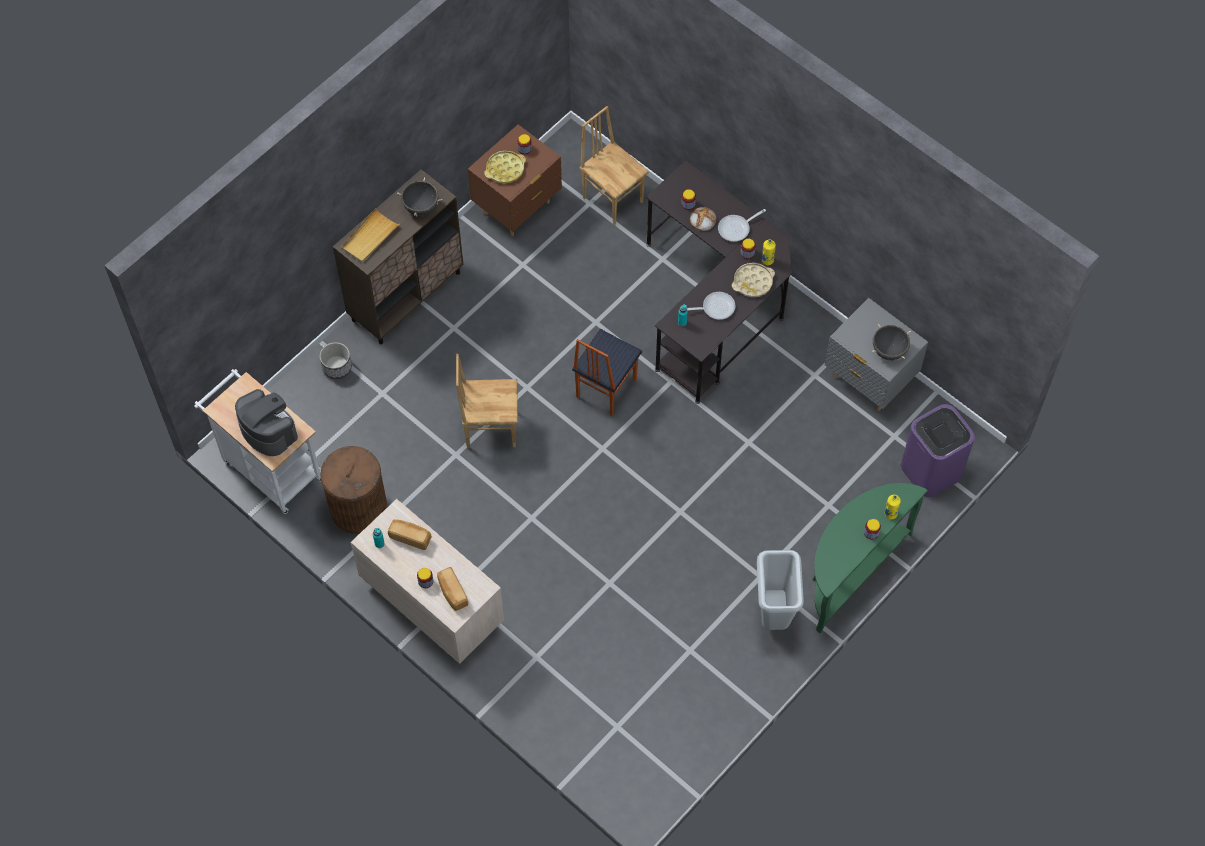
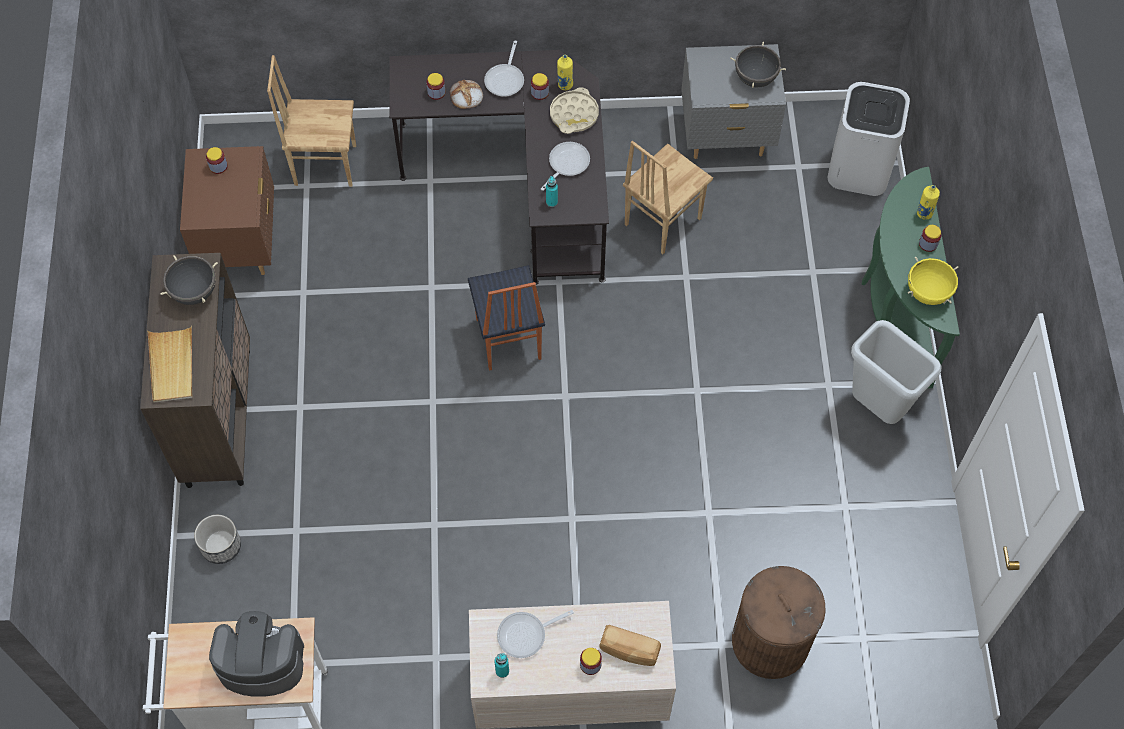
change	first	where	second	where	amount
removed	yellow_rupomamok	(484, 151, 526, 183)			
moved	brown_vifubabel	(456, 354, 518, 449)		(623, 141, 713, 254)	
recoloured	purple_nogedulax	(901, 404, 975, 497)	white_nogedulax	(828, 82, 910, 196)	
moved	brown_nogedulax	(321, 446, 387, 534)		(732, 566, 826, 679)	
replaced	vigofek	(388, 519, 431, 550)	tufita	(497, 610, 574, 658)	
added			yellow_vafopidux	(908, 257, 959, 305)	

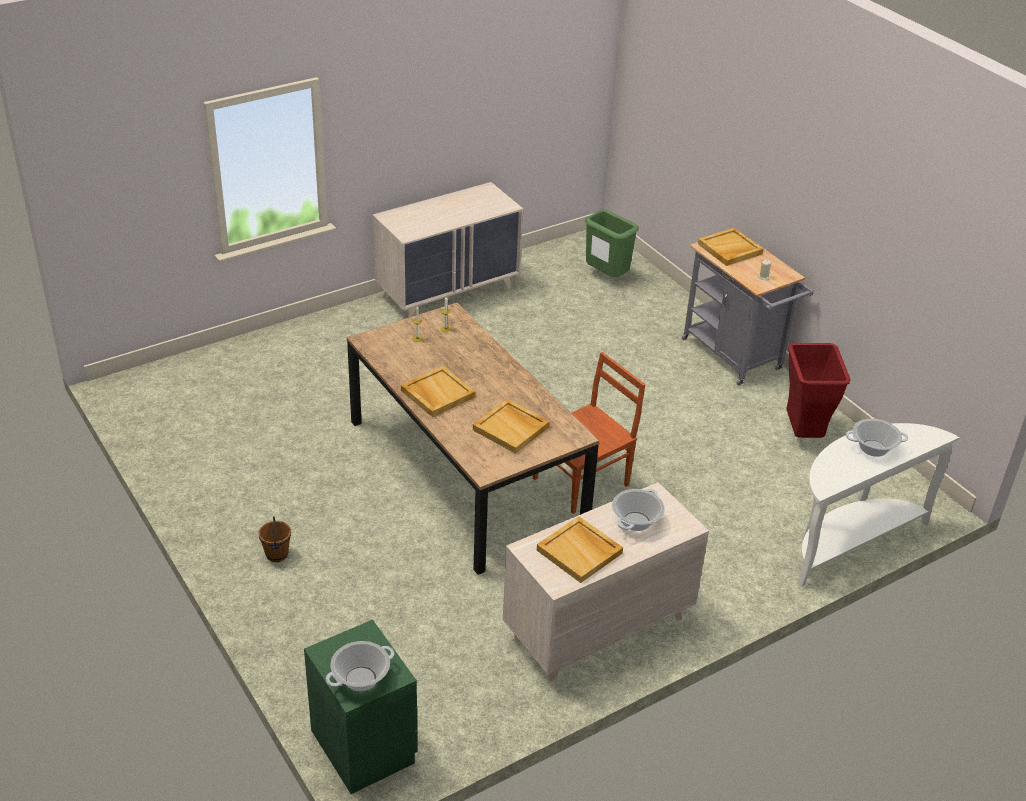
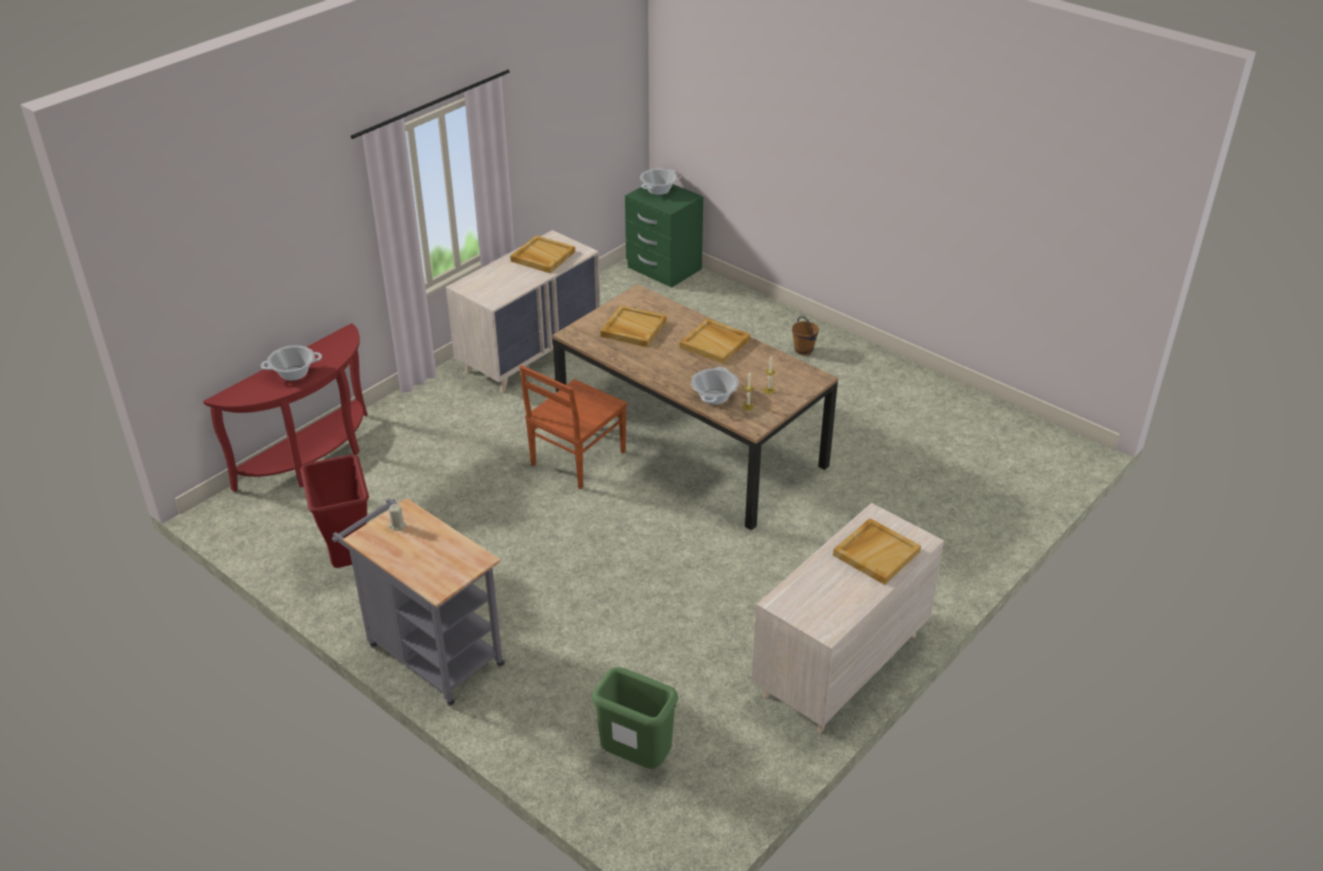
change	first	where	second	where	amount
moved	beige_rupomamok	(698, 228, 764, 266)		(833, 518, 921, 585)	
recoloured	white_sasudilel	(797, 423, 959, 587)	red_sasudilel	(203, 323, 368, 492)	
moved	vafopidux	(612, 489, 665, 531)		(691, 367, 739, 405)	

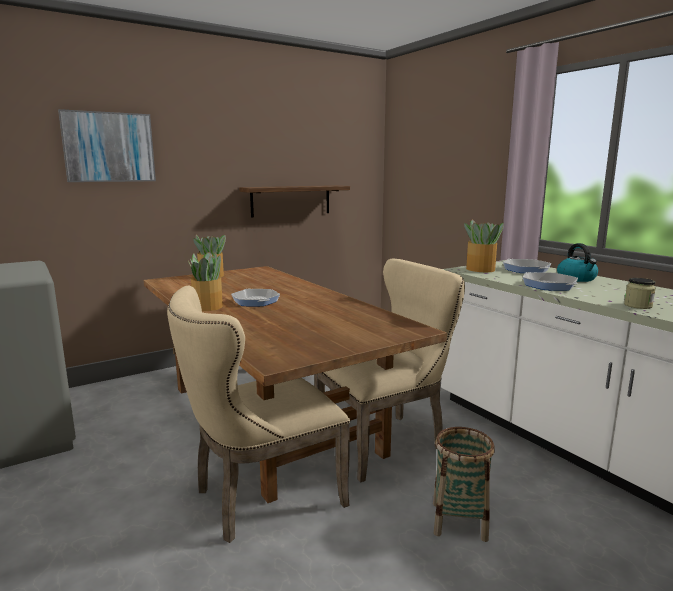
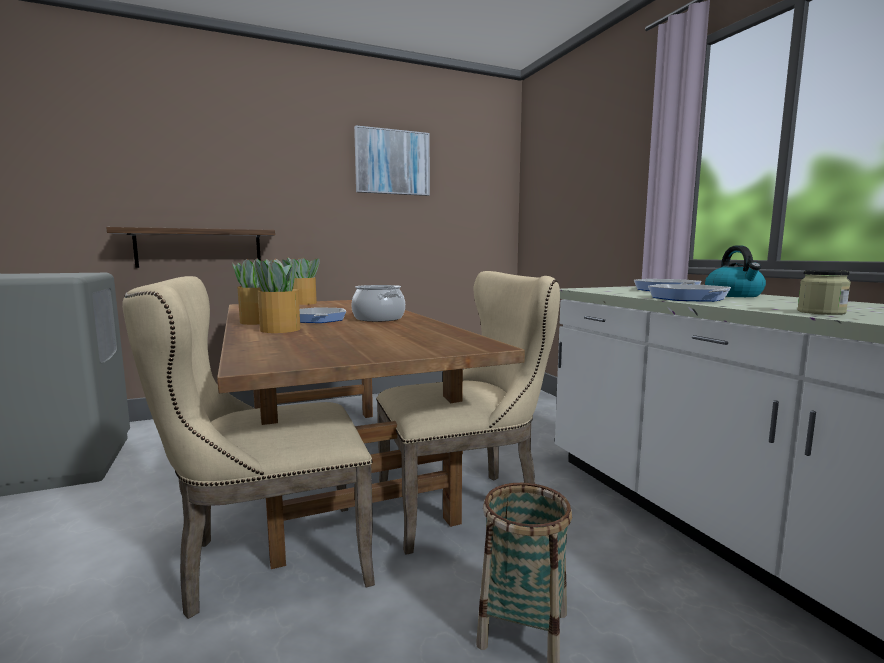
change	first	where	second	where	amount
moved	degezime	(58, 109, 156, 182)		(354, 125, 430, 196)	
moved	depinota	(239, 185, 350, 218)		(106, 227, 275, 268)	
moved	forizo	(464, 220, 504, 272)		(255, 259, 300, 333)	
added			vafopidux	(352, 285, 405, 322)	

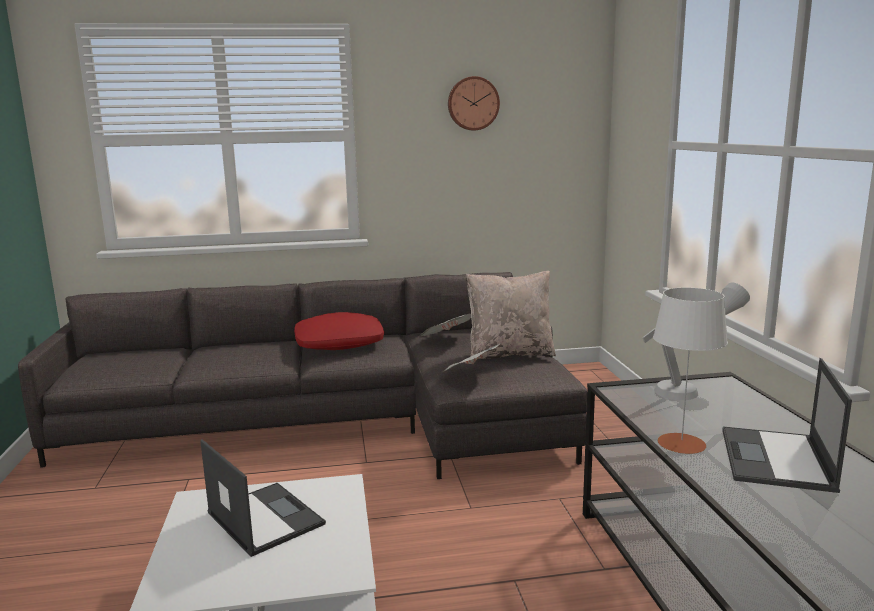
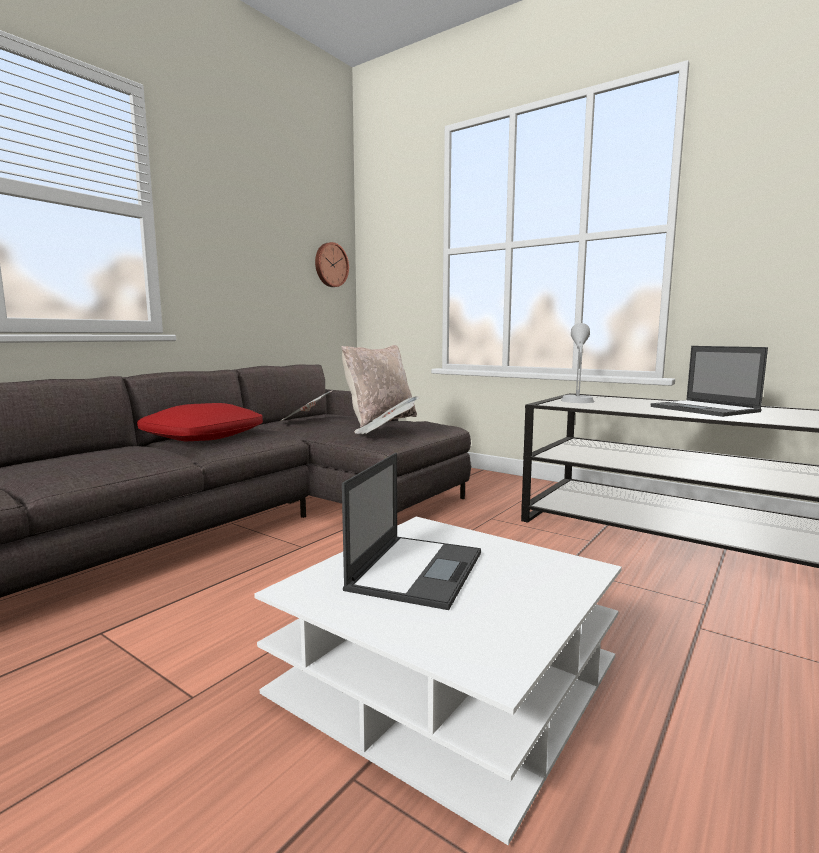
change	first	where	second	where	amount
moved	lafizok	(448, 76, 500, 130)		(315, 242, 349, 287)	
removed	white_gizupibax	(653, 288, 728, 454)			
turned	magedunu	(200, 439, 326, 557)		(342, 453, 481, 610)	105 degrees clockwise

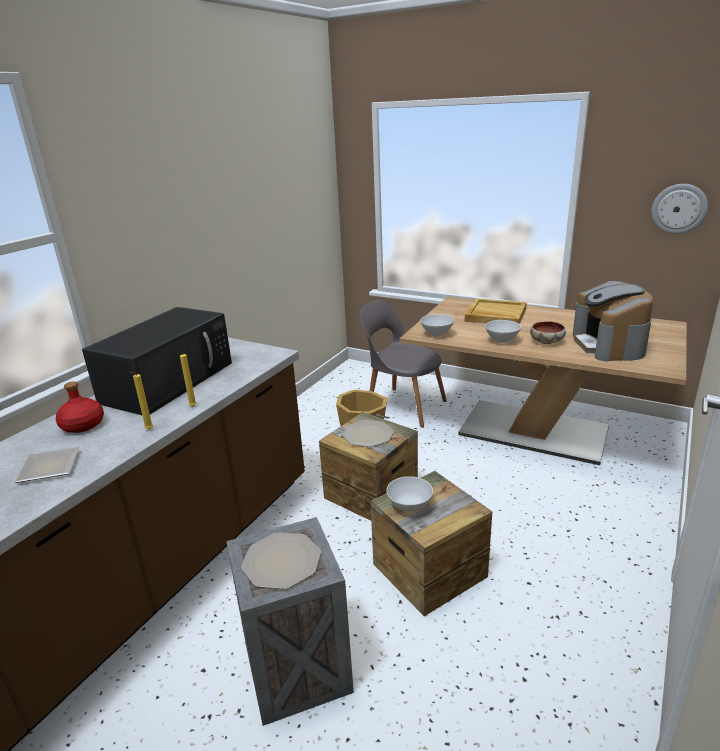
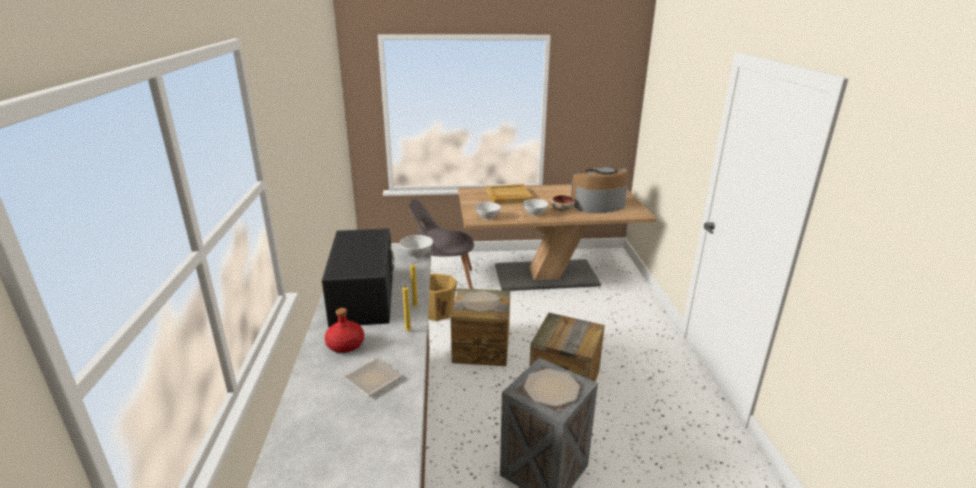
change	first	where	second	where	amount
removed	lafizok	(652, 184, 708, 234)			
turned	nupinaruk	(573, 281, 653, 362)		(571, 167, 628, 213)	105 degrees clockwise
moved	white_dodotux	(387, 476, 433, 512)		(400, 235, 433, 258)	

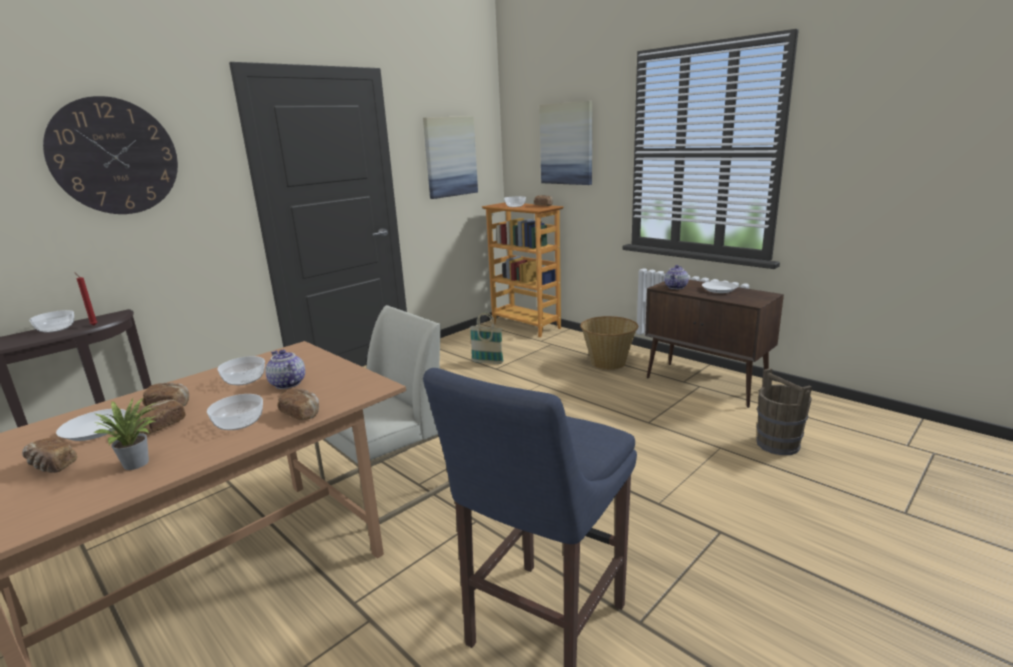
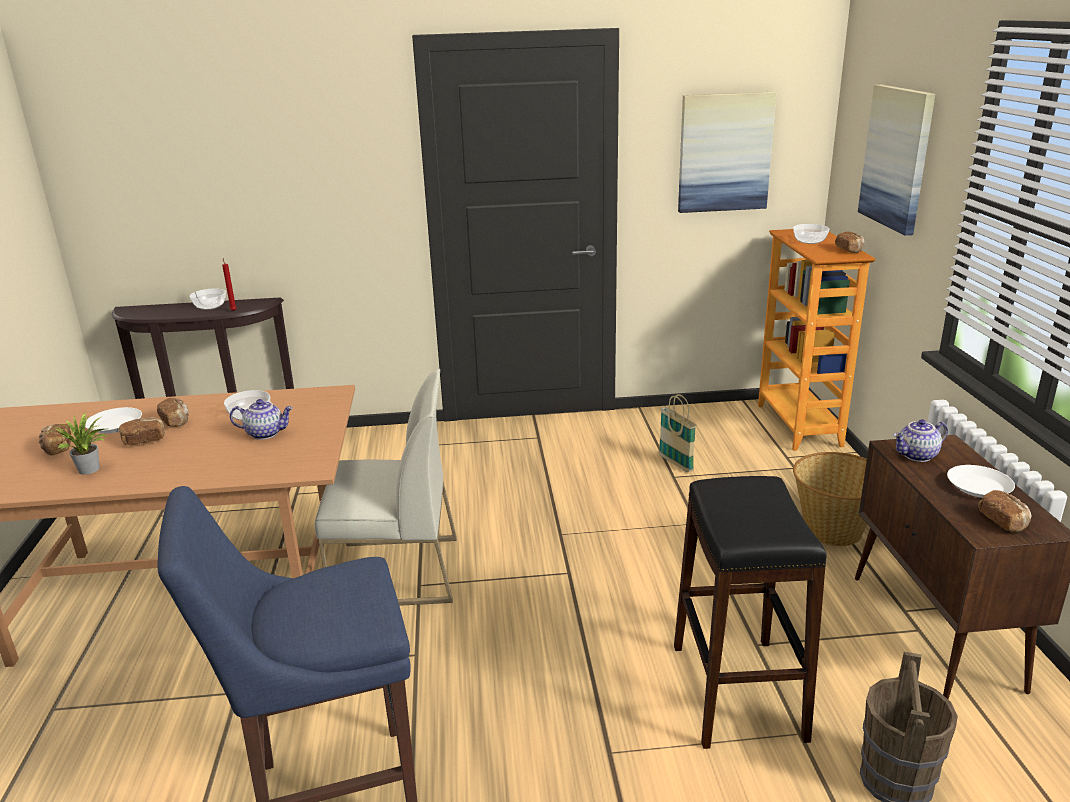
change	first	where	second	where	amount
removed	lafizok	(43, 96, 178, 214)			
turned	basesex	(265, 350, 305, 389)		(230, 399, 293, 440)	90 degrees clockwise
moved	vigofek	(277, 389, 319, 420)		(978, 490, 1032, 532)	
removed	dodotux	(207, 394, 263, 430)			
added			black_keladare	(674, 476, 827, 749)	

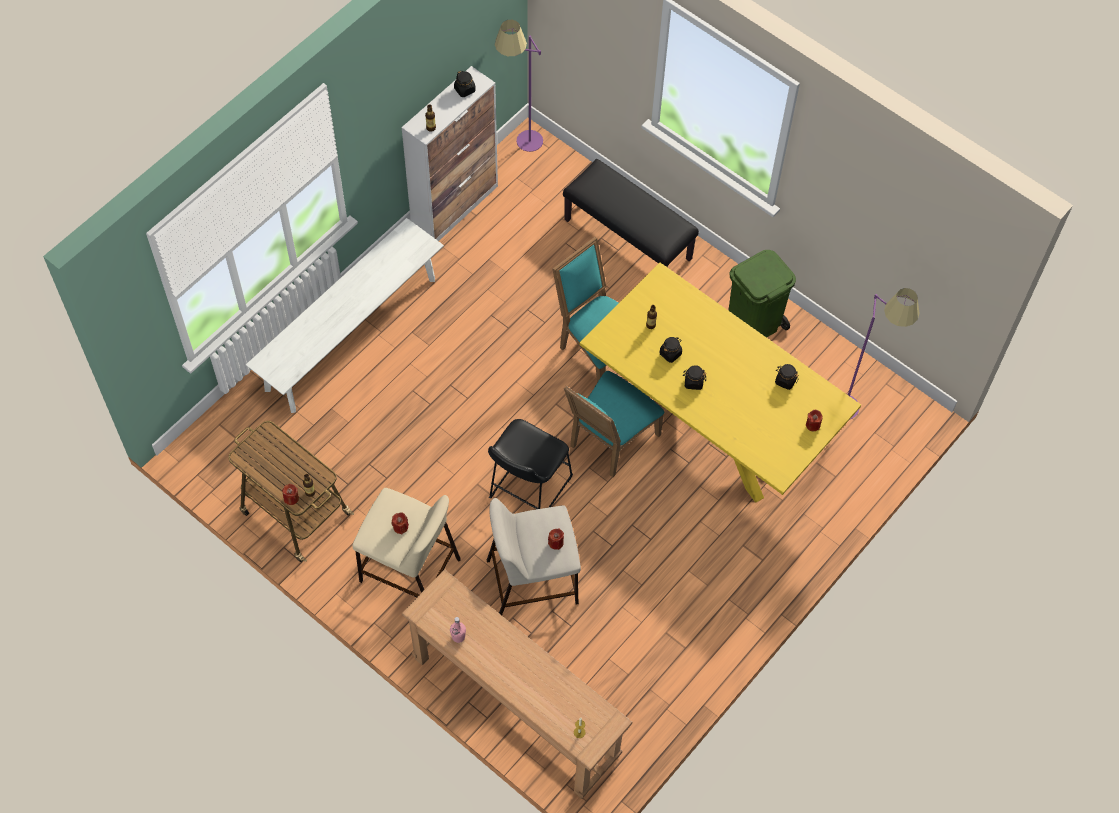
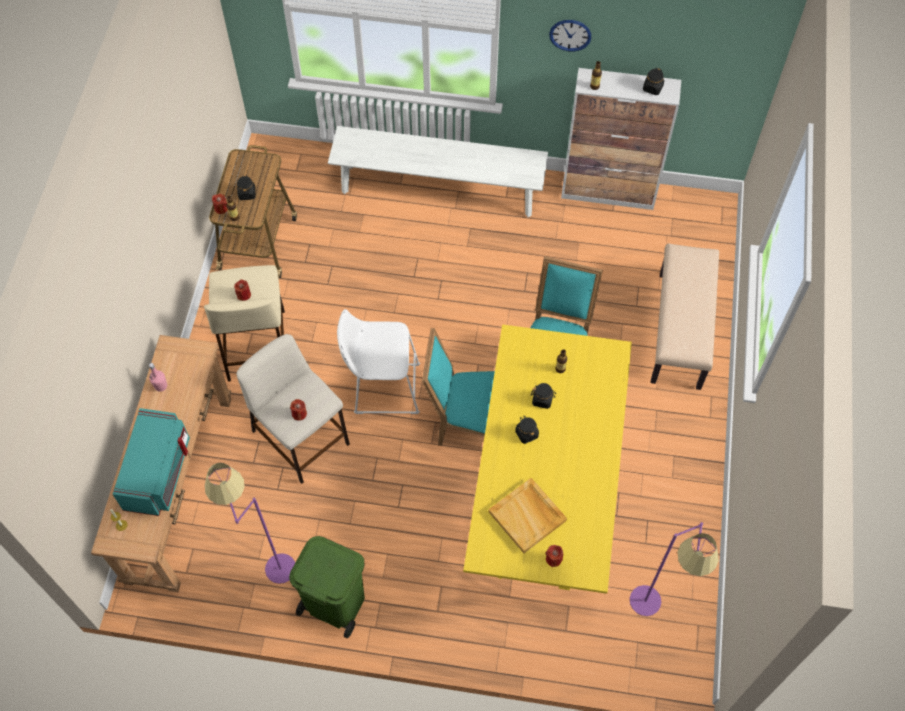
change	first	where	second	where	amount
moved	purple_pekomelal	(495, 20, 543, 152)		(205, 463, 295, 584)	
recoloured	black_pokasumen	(563, 159, 699, 267)	beige_pokasumen	(651, 244, 719, 390)	
moved	green_nogedulax	(728, 250, 796, 338)		(289, 536, 365, 638)	
moved	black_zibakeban	(775, 364, 799, 390)		(237, 175, 256, 200)	
recoloured	black_keladare	(488, 419, 573, 509)	white_keladare	(337, 309, 420, 414)	
added			lafizok	(549, 20, 591, 51)	
added			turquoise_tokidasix	(113, 408, 190, 516)	
added			beige_rupomamok	(488, 478, 567, 553)	

